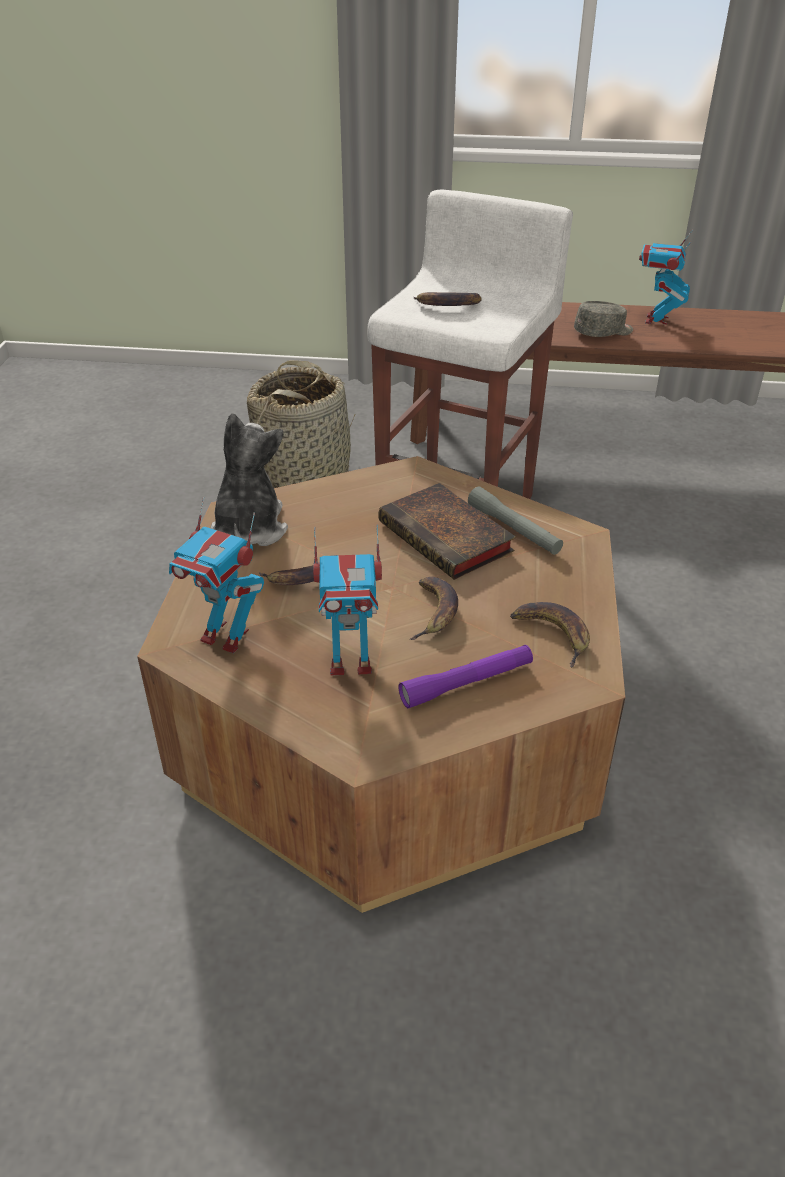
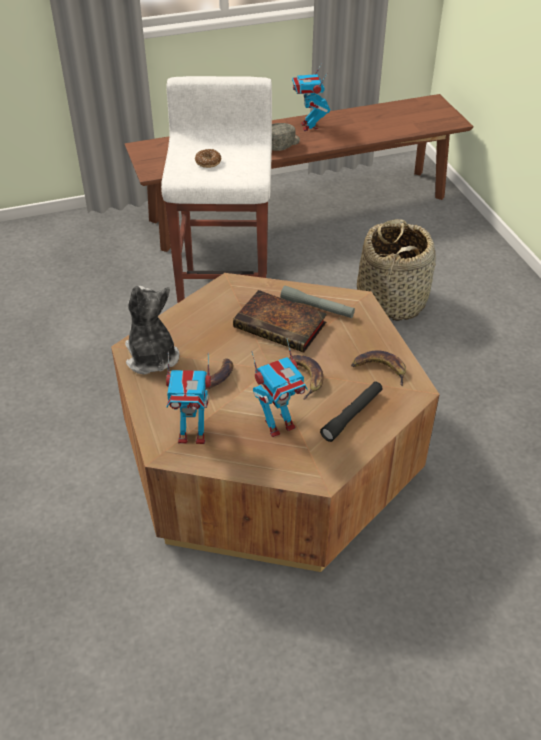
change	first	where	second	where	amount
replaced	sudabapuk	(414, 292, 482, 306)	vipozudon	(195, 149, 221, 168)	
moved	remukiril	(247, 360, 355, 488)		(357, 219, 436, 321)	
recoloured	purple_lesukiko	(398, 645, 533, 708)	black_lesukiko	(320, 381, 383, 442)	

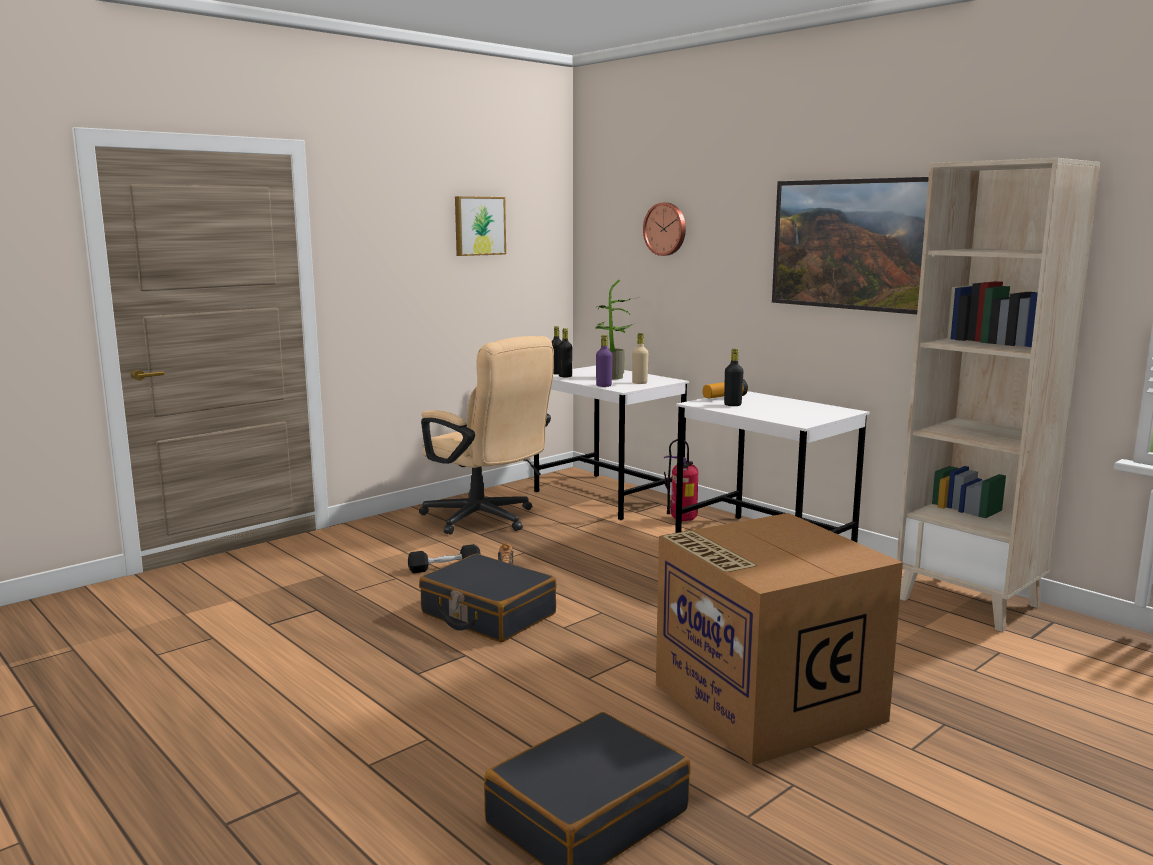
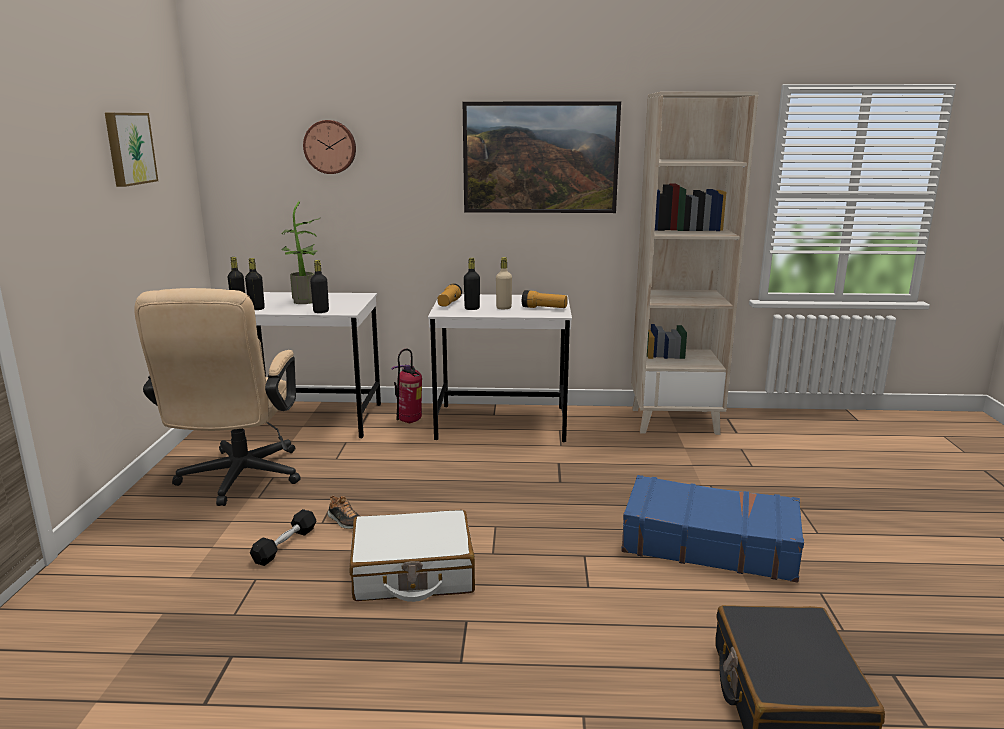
change	first	where	second	where	amount
moved	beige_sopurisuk	(632, 333, 648, 384)		(496, 257, 512, 309)	
recoloured	purple_sopurisuk	(596, 335, 612, 387)	black_sopurisuk	(310, 260, 329, 313)	
turned	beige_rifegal	(419, 336, 554, 535)		(134, 288, 301, 506)	90 degrees clockwise
replaced	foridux	(656, 513, 903, 766)	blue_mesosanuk	(621, 475, 804, 583)	
recoloured	black_mesosanuk	(419, 554, 557, 642)	white_mesosanuk	(350, 510, 475, 602)	
added			lesukiko	(522, 290, 568, 308)	

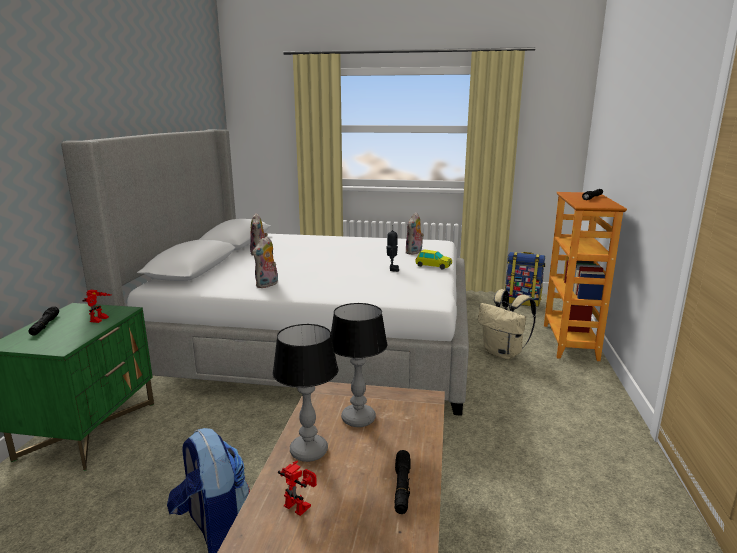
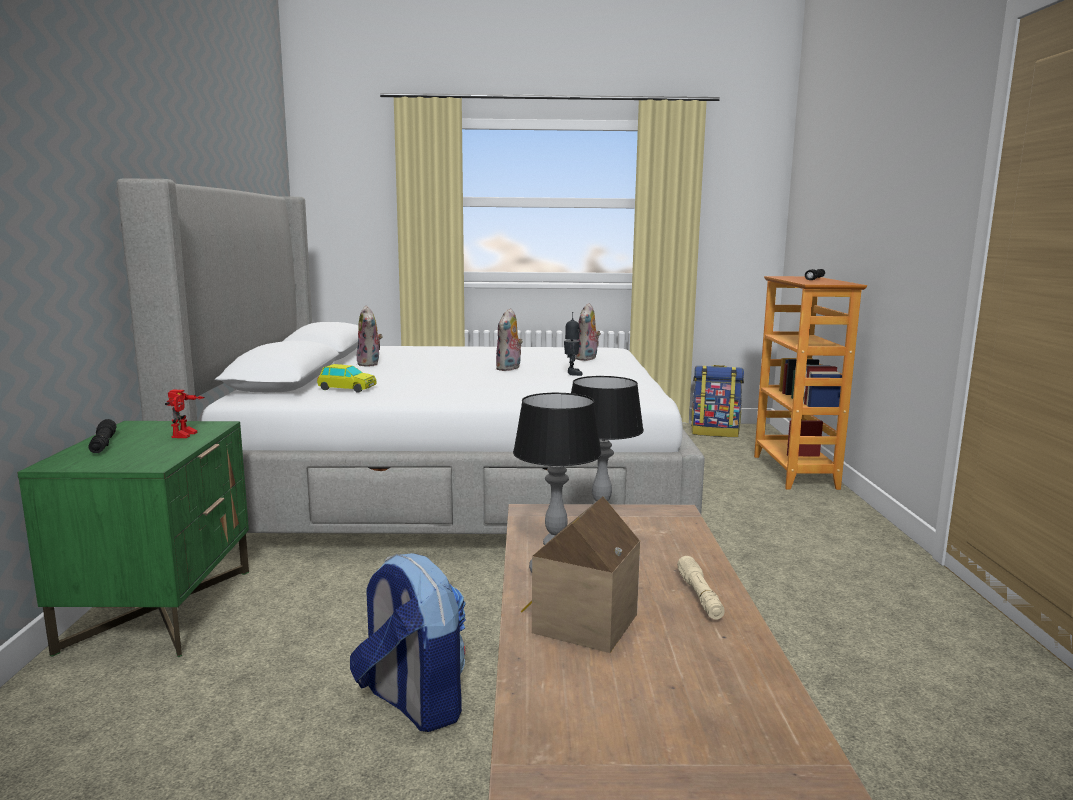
change	first	where	second	where	amount
moved	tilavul	(253, 236, 278, 288)		(496, 308, 523, 371)	
moved	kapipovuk	(415, 250, 452, 270)		(317, 364, 377, 393)	
removed	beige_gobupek	(478, 289, 536, 360)			
recoloured	black_lesukiko	(395, 450, 411, 514)	beige_lesukiko	(677, 556, 725, 620)	
replaced	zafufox	(278, 461, 317, 516)	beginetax	(521, 497, 640, 653)	

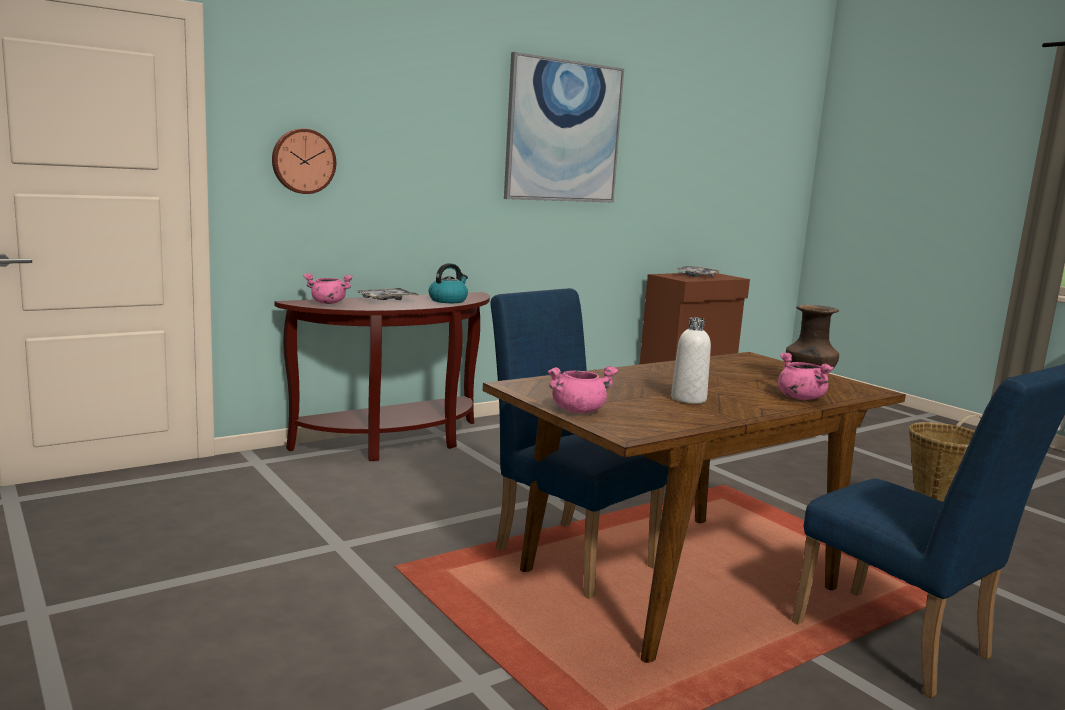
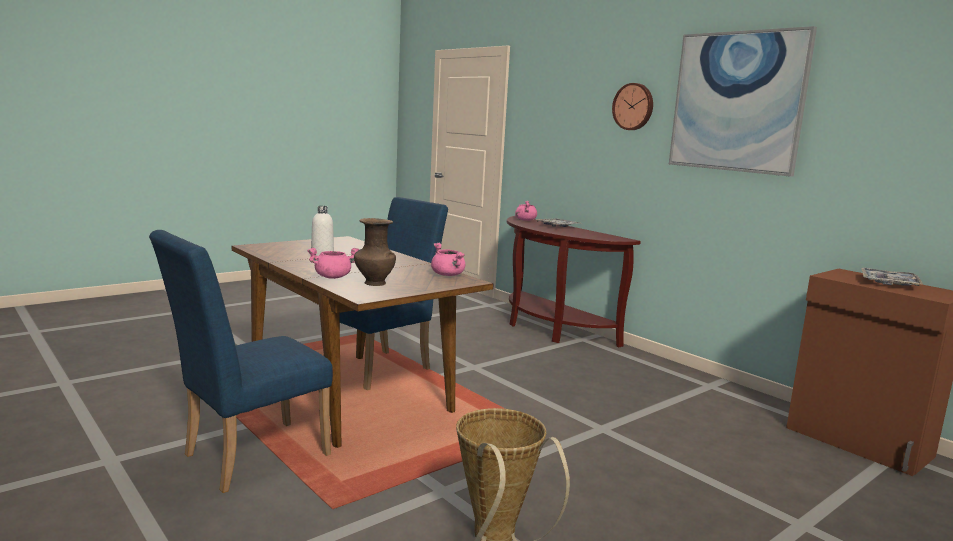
change	first	where	second	where	amount
moved	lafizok	(272, 129, 336, 194)		(612, 83, 653, 130)	
removed	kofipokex	(428, 263, 468, 303)			
moved	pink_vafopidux	(548, 366, 618, 413)		(431, 243, 465, 276)	

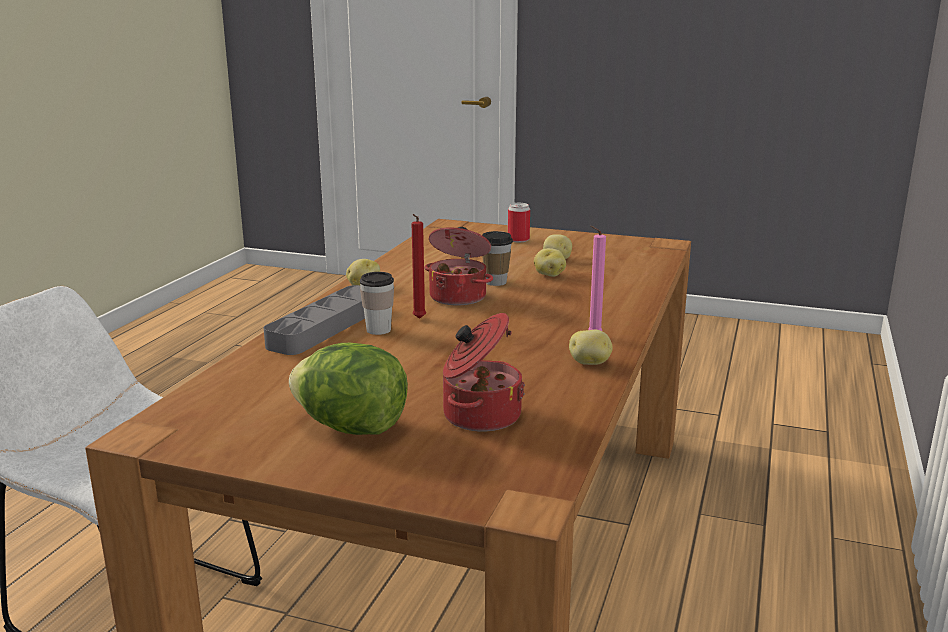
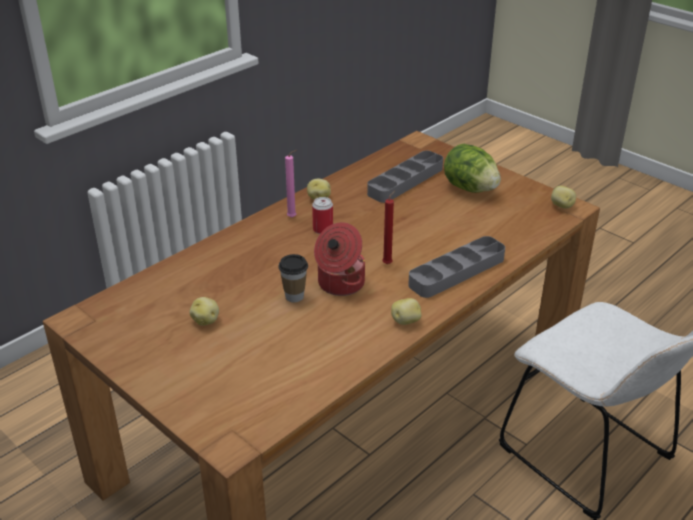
change	first	where	second	where	amount
moved	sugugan	(508, 203, 530, 242)		(312, 197, 333, 234)	
moved	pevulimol	(534, 248, 566, 277)		(551, 186, 576, 209)	
removed	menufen	(360, 272, 394, 335)			
replaced	vafopidux	(443, 313, 525, 432)	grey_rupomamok	(367, 151, 443, 203)	

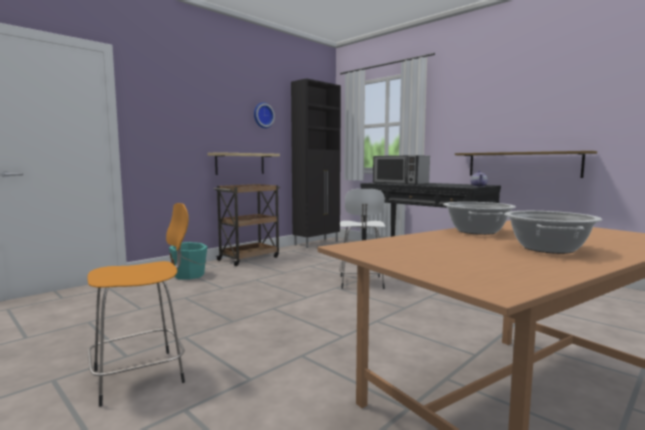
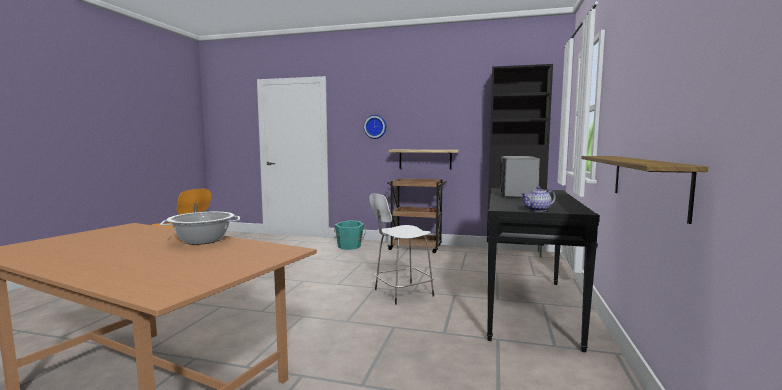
change	first	where	second	where	amount
moved	lafizok	(254, 102, 275, 128)		(364, 115, 386, 139)	
removed	vafopidux	(504, 211, 602, 254)			

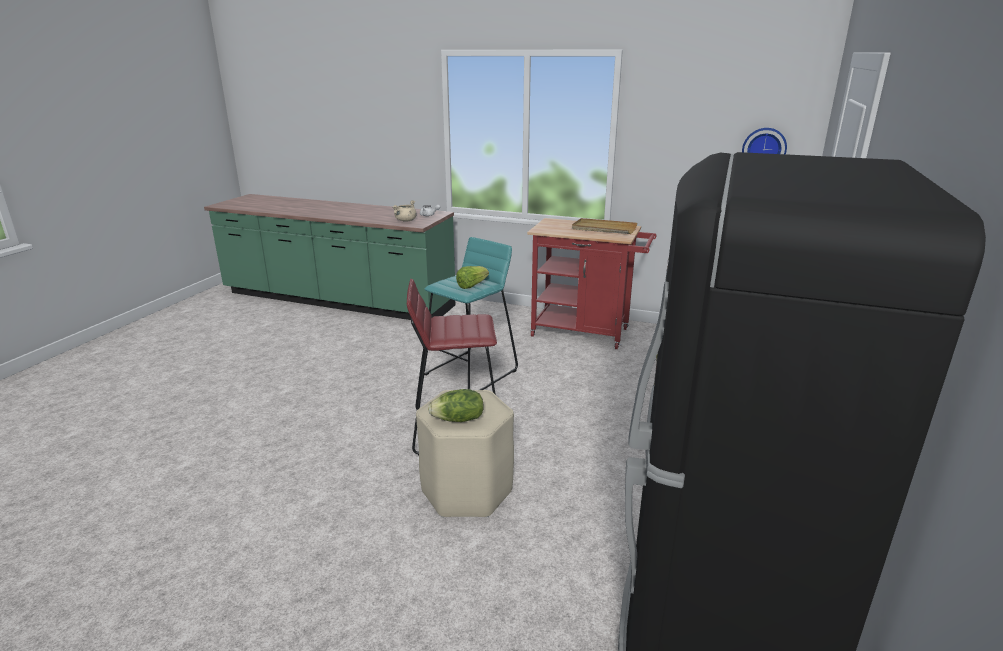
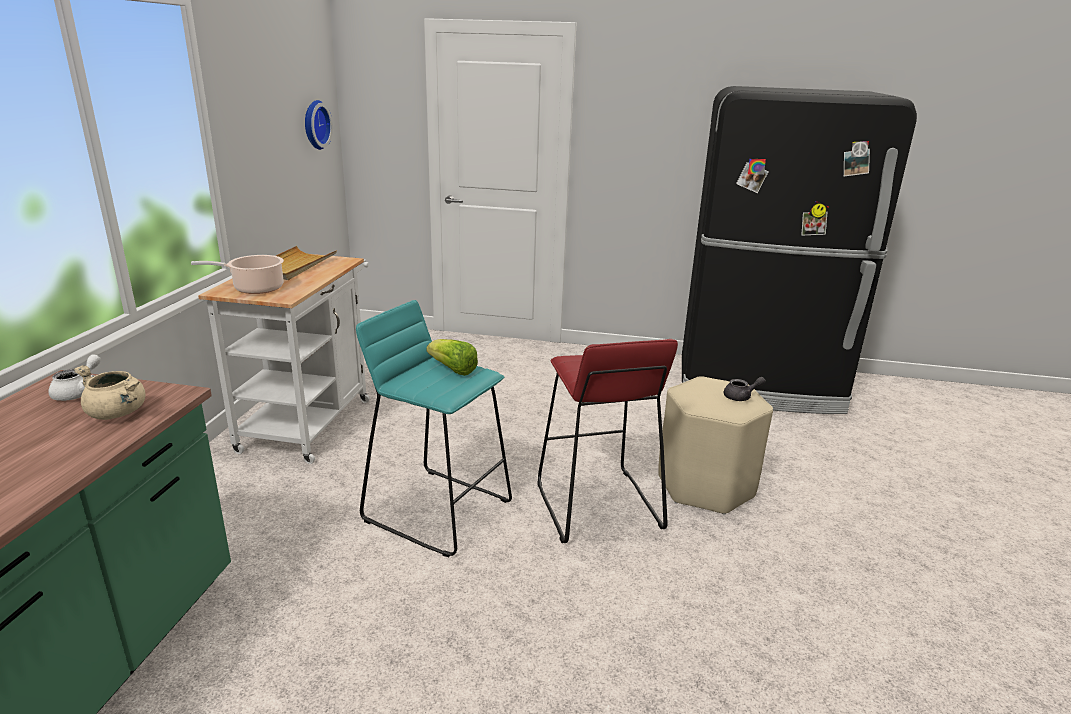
change	first	where	second	where	amount
recoloured	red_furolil	(527, 218, 656, 349)	white_furolil	(198, 254, 370, 464)	
replaced	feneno	(428, 389, 483, 422)	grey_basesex	(724, 377, 766, 401)	
added			vafopidux	(191, 255, 284, 294)	

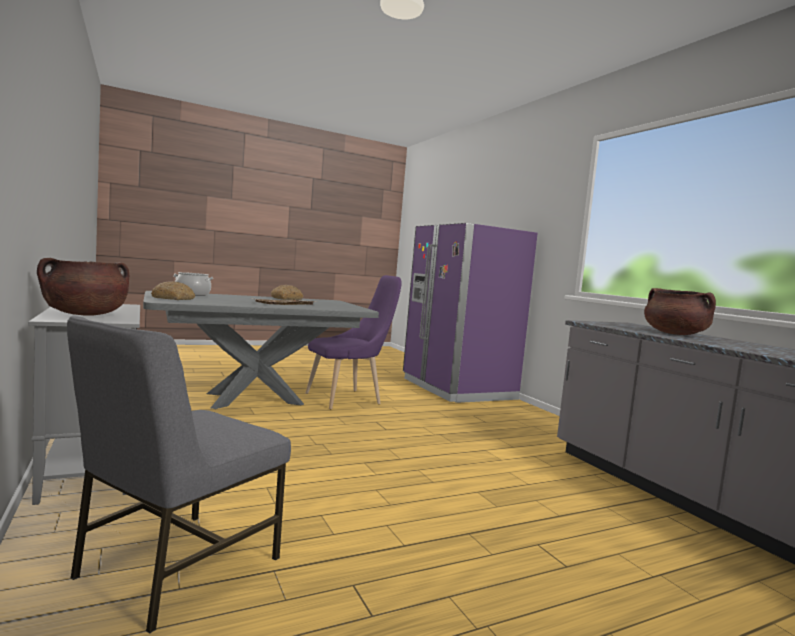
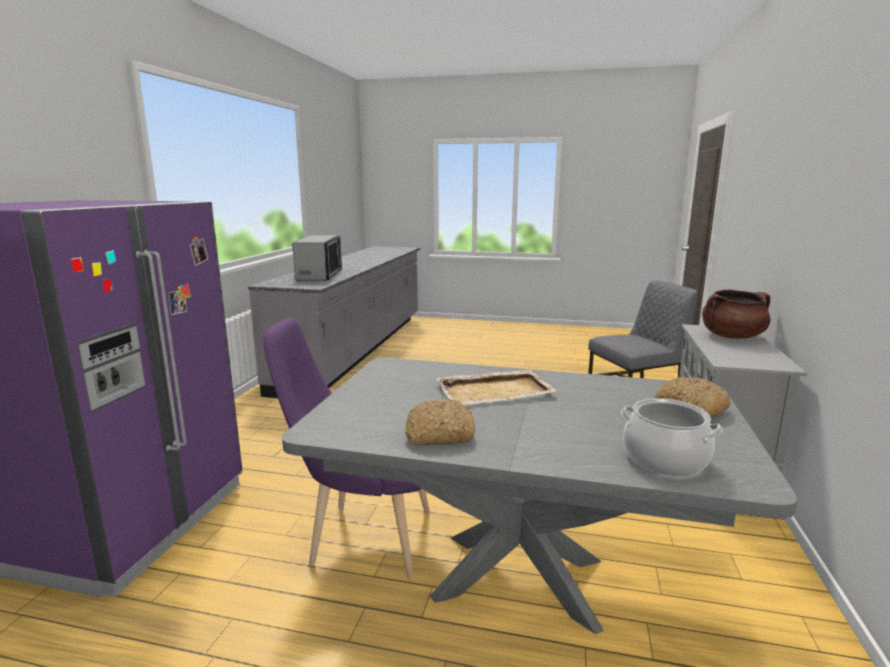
change	first	where	second	where	amount
replaced	brown_vafopidux	(644, 288, 716, 335)	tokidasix	(292, 235, 342, 281)	

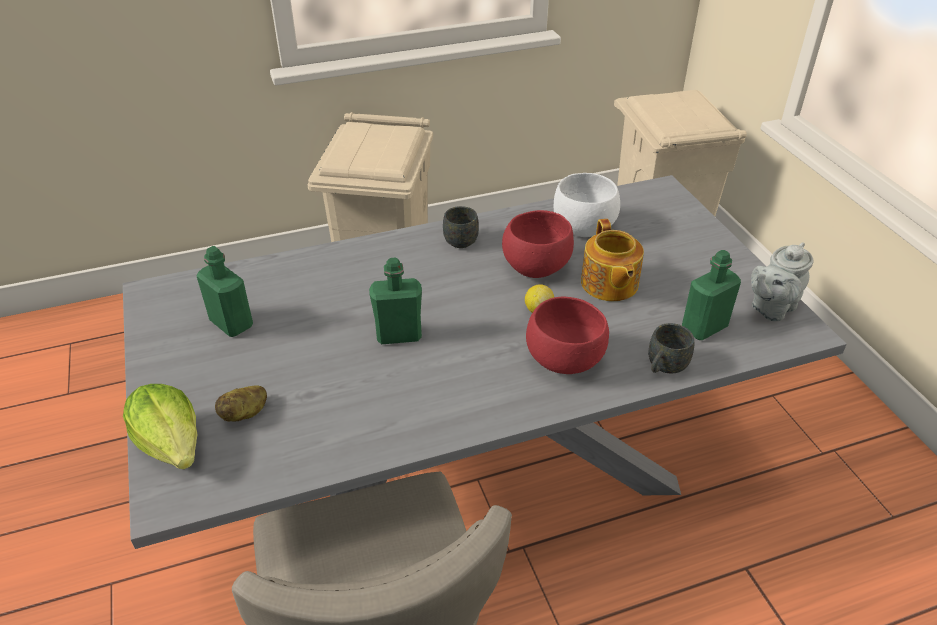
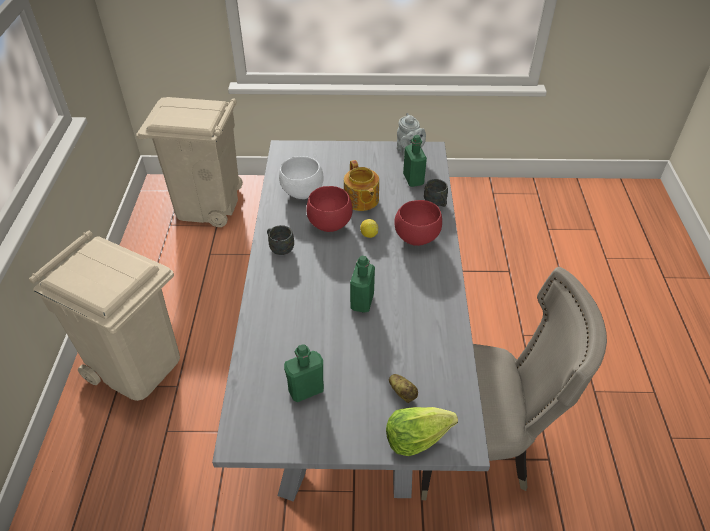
change	first	where	second	where	amount
turned	basesex	(581, 219, 644, 301)		(344, 160, 379, 211)	60 degrees clockwise

